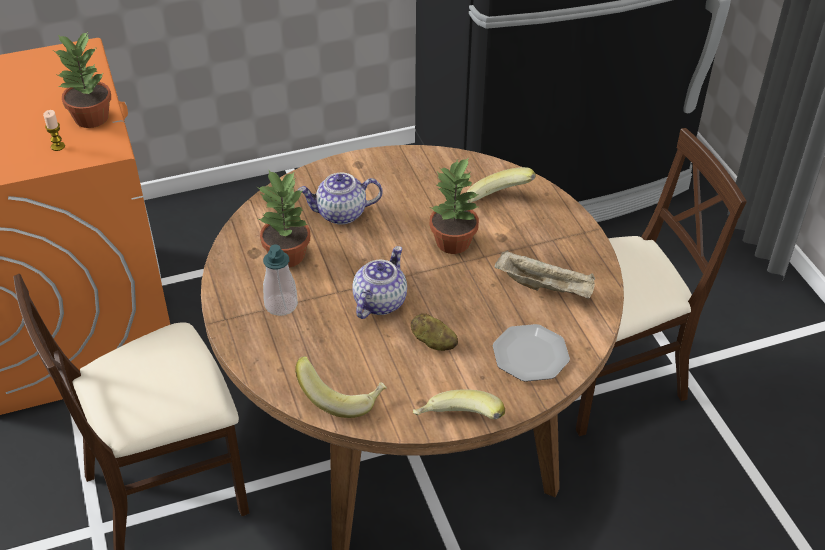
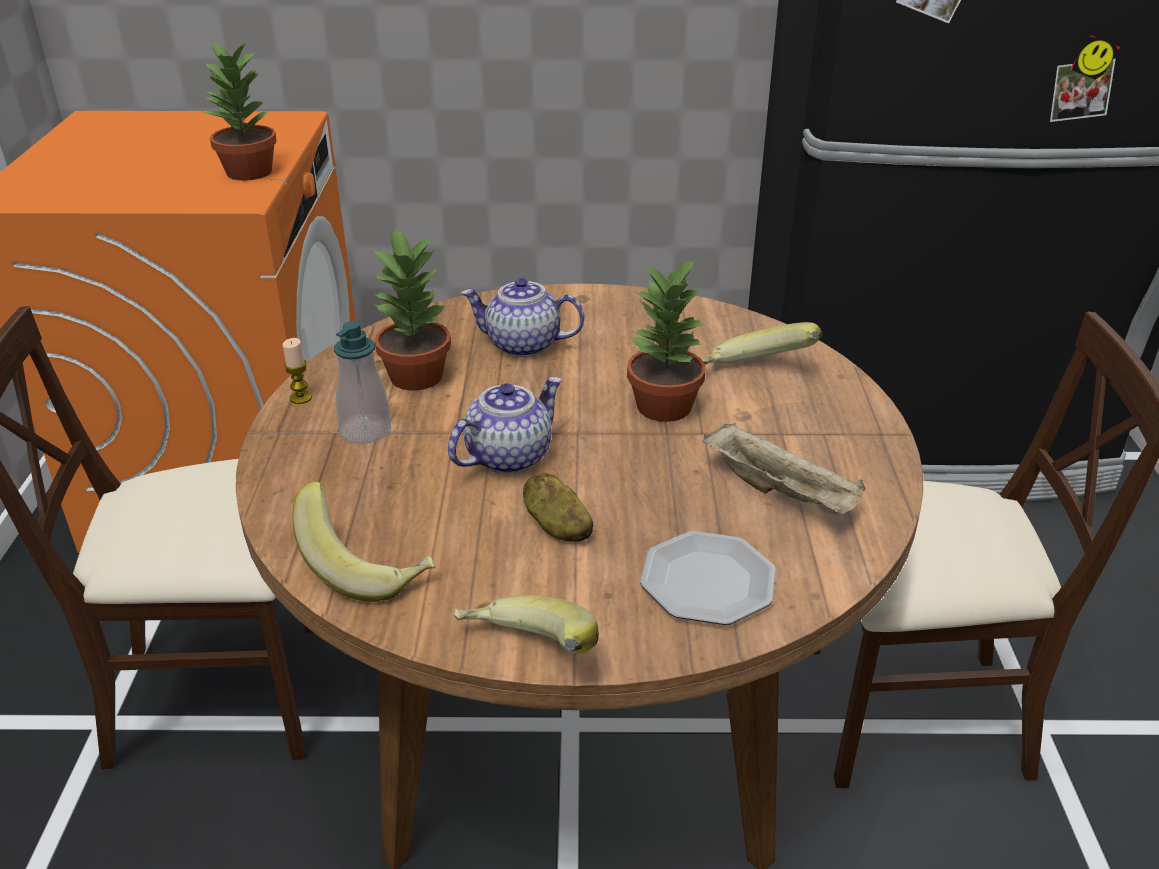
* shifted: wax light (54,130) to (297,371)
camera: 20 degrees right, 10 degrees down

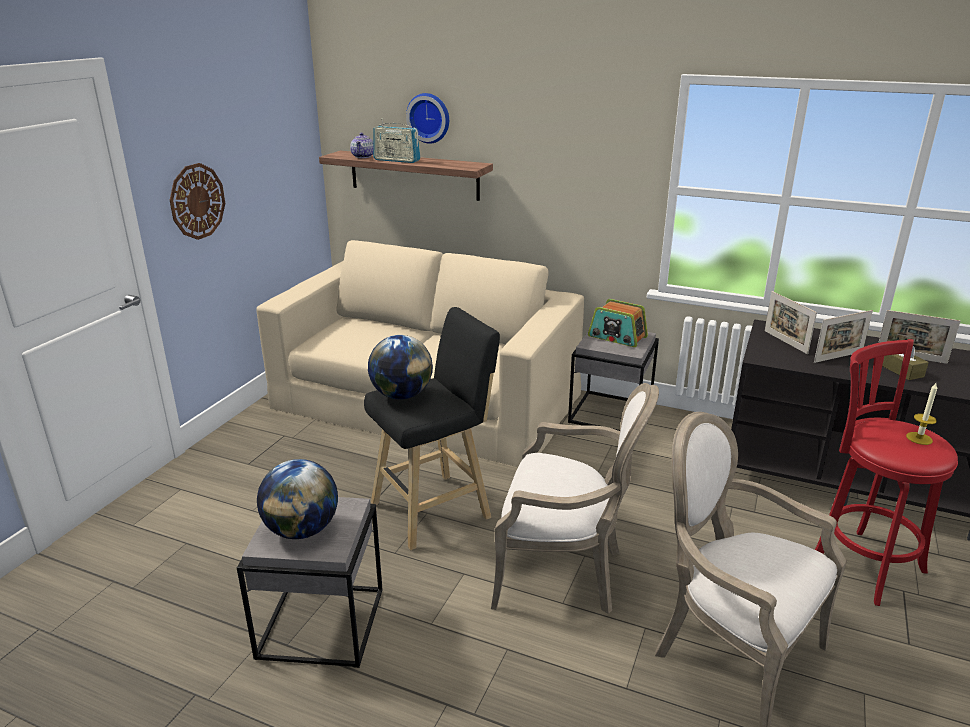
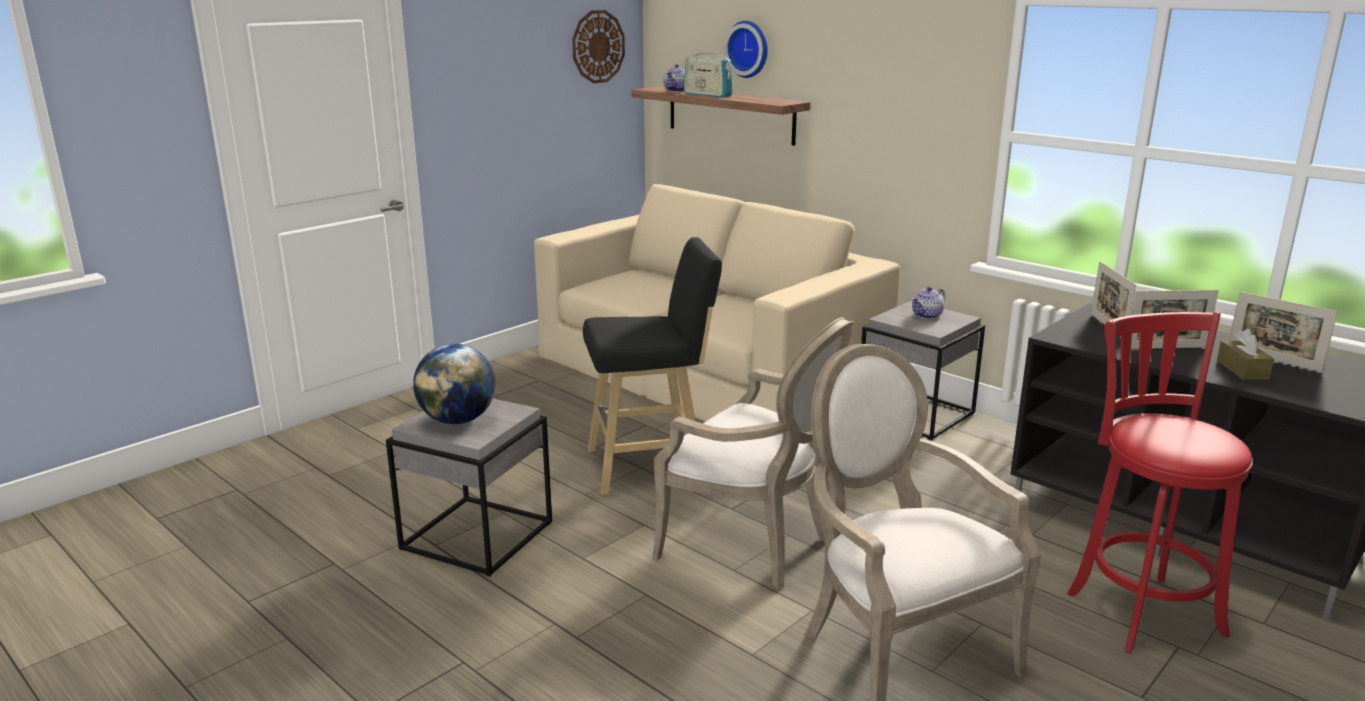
* gone: globe (400,367)
* gone: wax light (921,414)
* shifted: clock on the wall (197,201) to (598,46)
* swapped: radio receiver (618,323) to tea pot (928,302)
camera: 20 degrees right, 5 degrees down

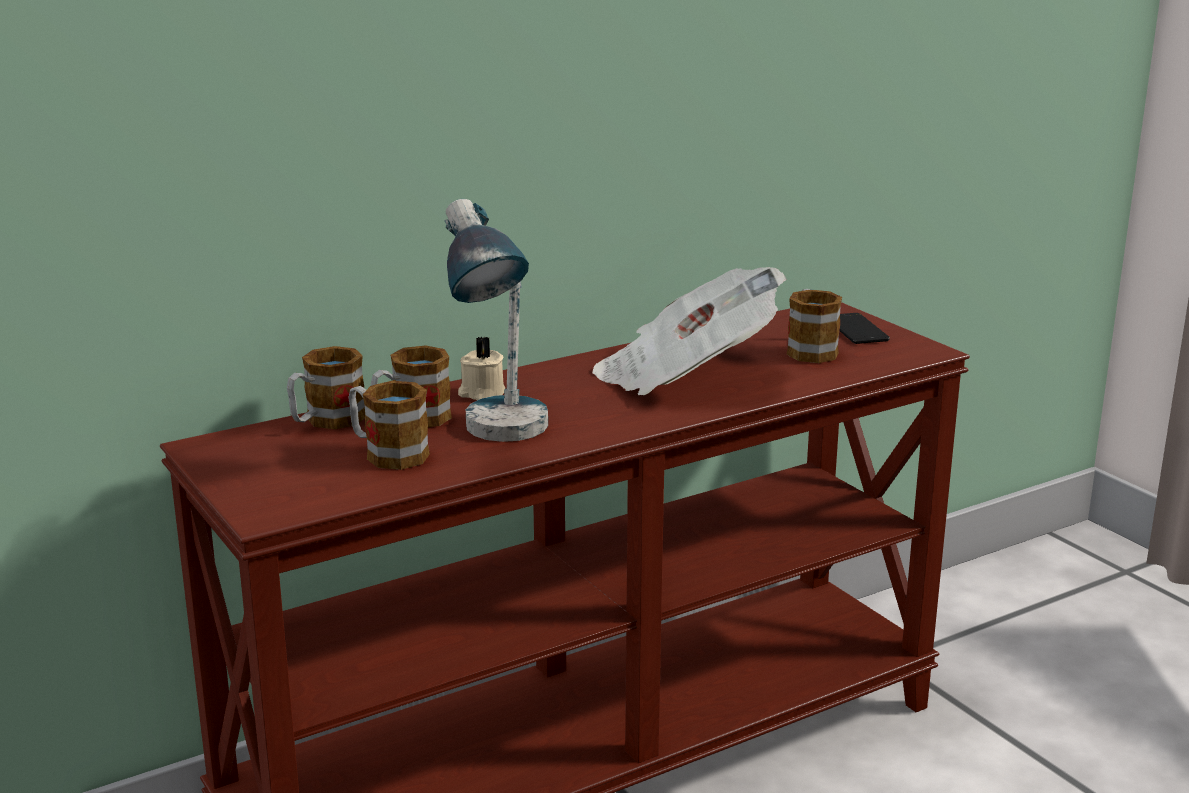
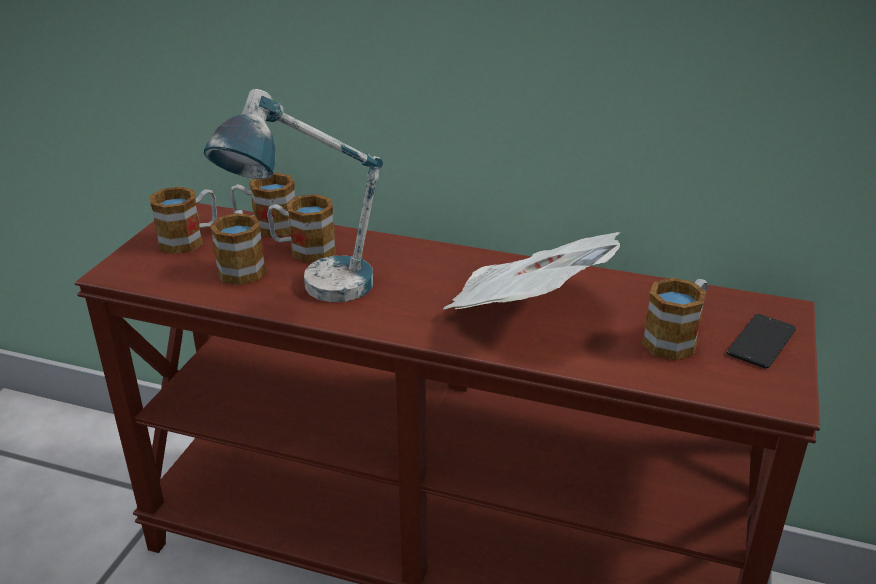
* gone: wax light (beige-coloured) (481,368)
* new: tea mug (183,220)
camera: 50 degrees right, 10 degrees up

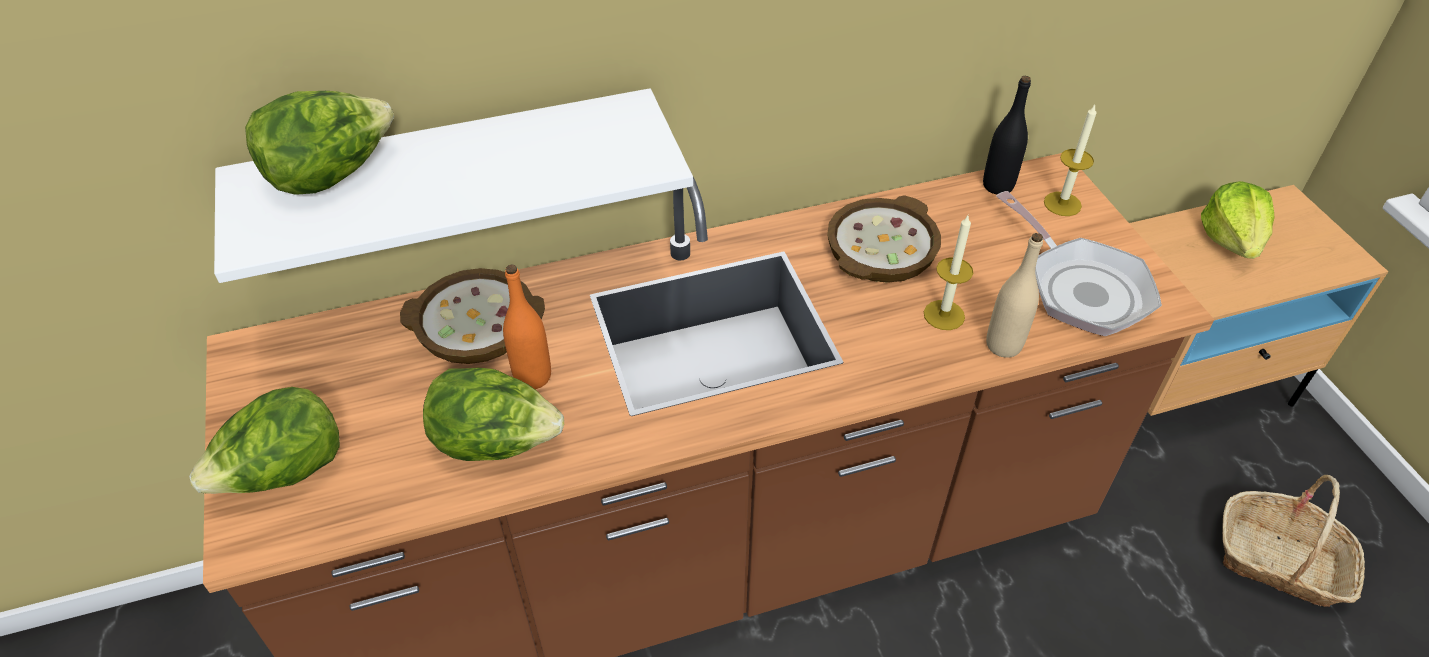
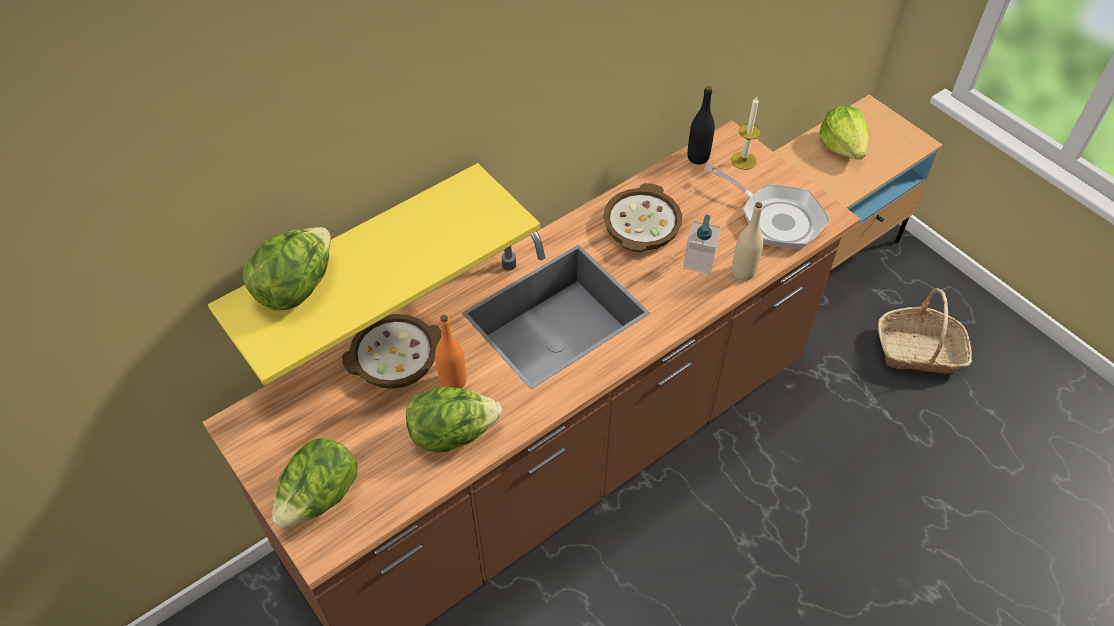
* swapped: wax light (948,272) to soap bottle (702,244)
* repainted: bracket shelf (white) (453,185) to bracket shelf (yellow) (374,274)
camera: 20 degrees left, 5 degrees up

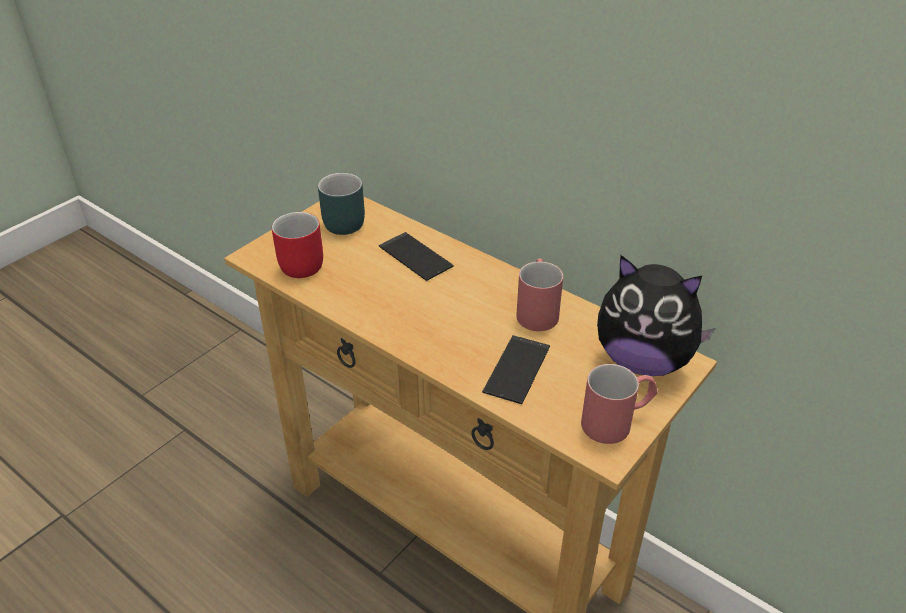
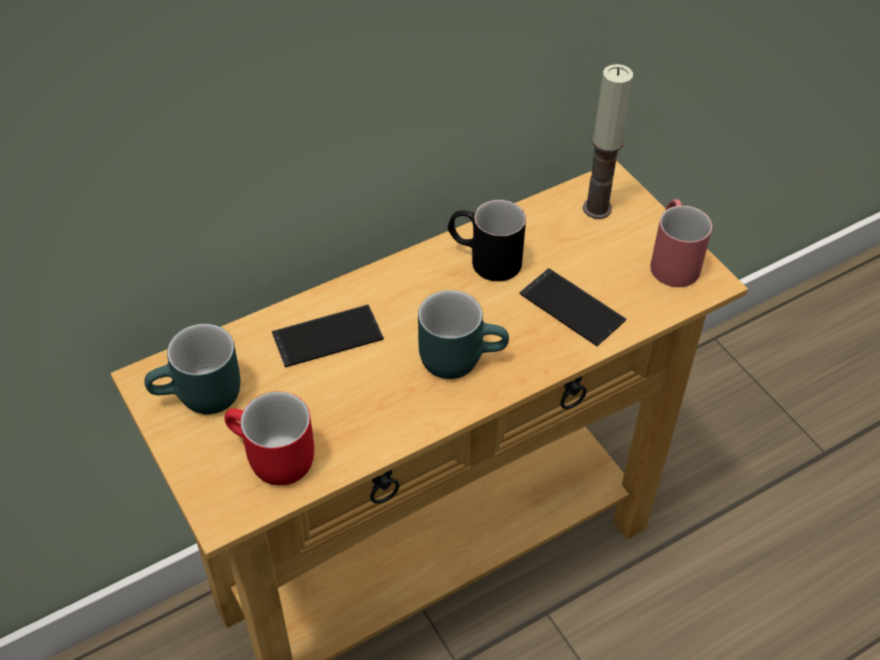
* new: tea mug (blue-green) (463,334)
* swapped: cuddly toy (656,315) to wax light (608,141)
* repainted: tea mug (red) (539,295) to tea mug (black-coloured) (487,240)
camera: 70 degrees left, 10 degrees up

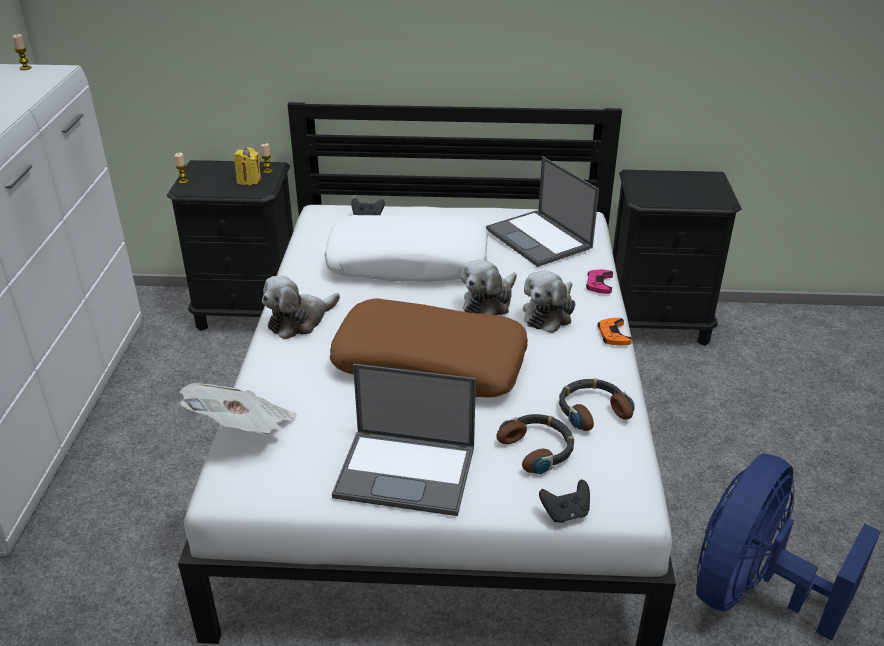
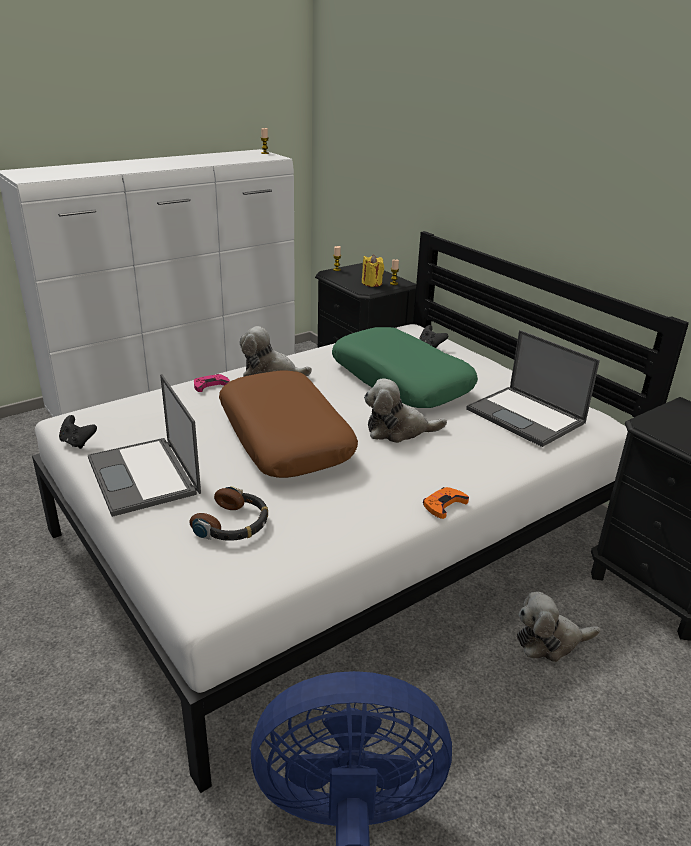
* gone: daily paper (238,408)
* gone: pair of headphones (597,404)
* shifted: cuddly toy (549,302) to (558,627)
* shifted: joypad (black-coloured) (564,501) to (78,432)
* shifted: joypad (pink-coloured) (599,282) to (212,383)
* repainted: pillow (white) (406,248) to pillow (green-coloured) (405,367)
* rotated: notebook computer (542,211) = (533,388) 60 degrees counterclockwise
camera: 50 degrees right, 5 degrees down

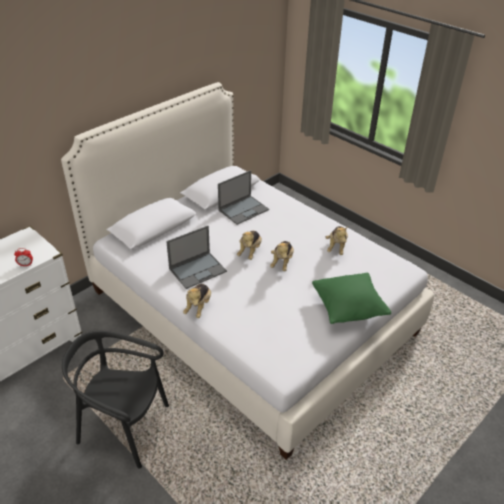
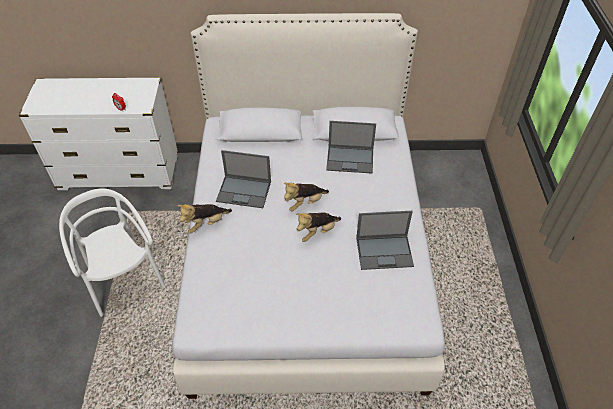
* gone: pillow (green-coloured) (351,298)
* swapped: cuddly toy (337,240) to notebook computer (385,240)
* repainted: plain chair (black-coloured) (115,400) to plain chair (white) (112,252)
camera: 45 degrees right, 10 degrees up

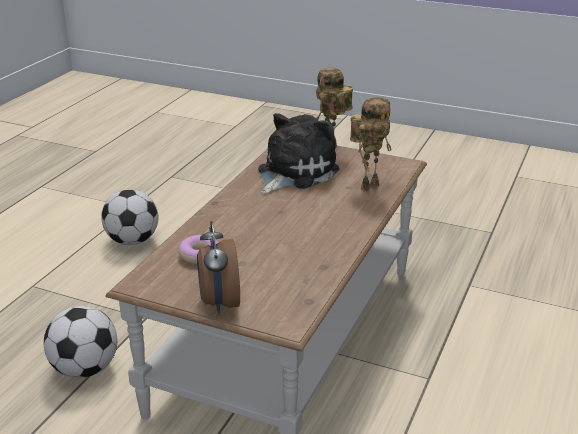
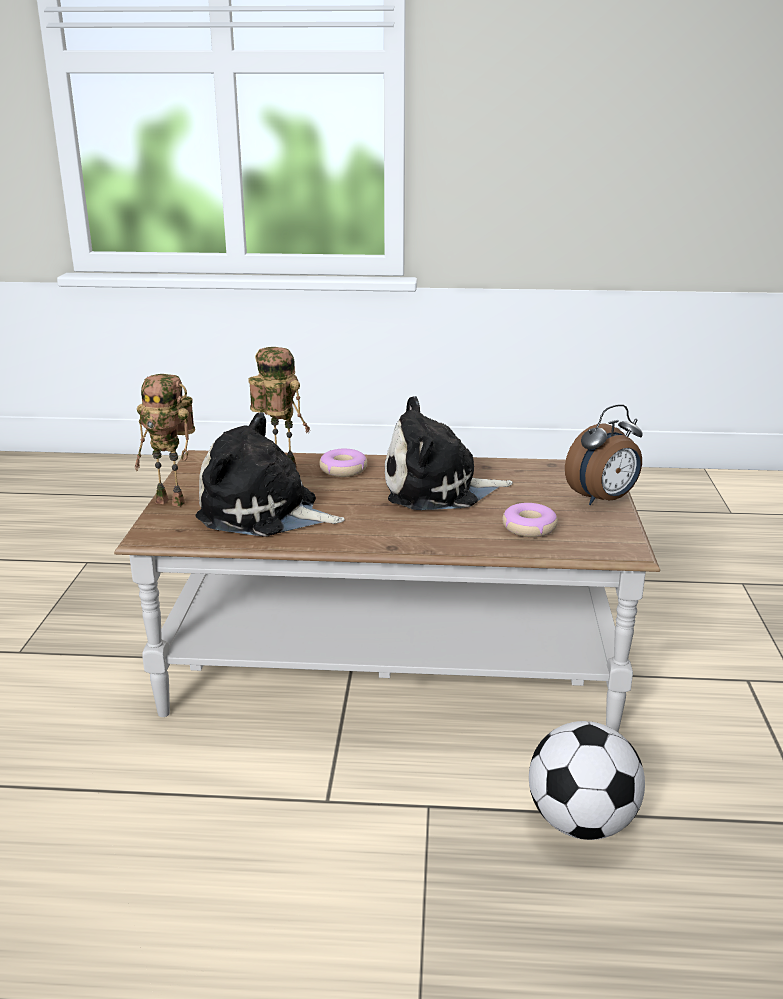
* gone: ball for football (130,217)
* new: donut (343,463)
* new: cuddly toy (449,453)
camera: 110 degrees left, 5 degrees down

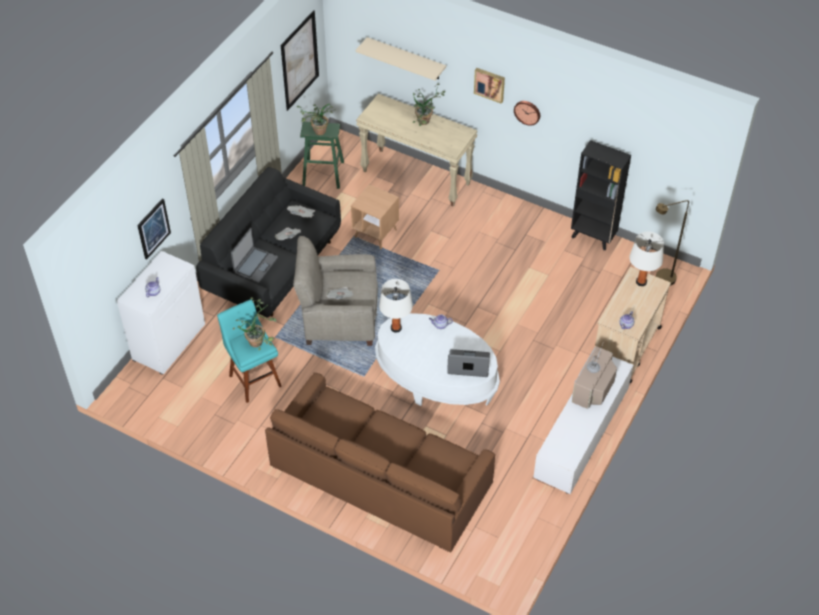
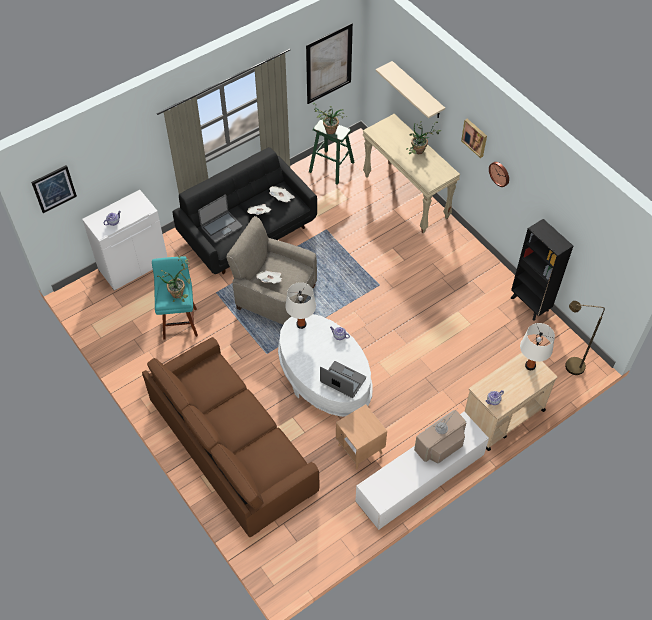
* shifted: wall picture (154,229) to (54,189)
* shifted: end table (brownish) (375,216) to (361,436)
camera: 25 degrees right, 5 degrees up

